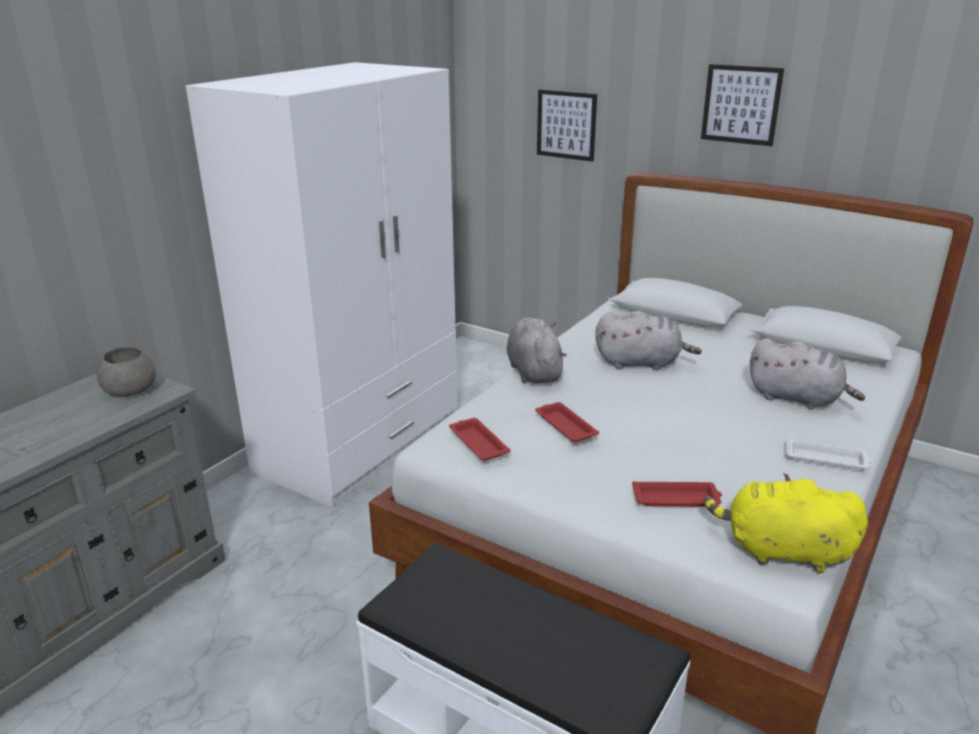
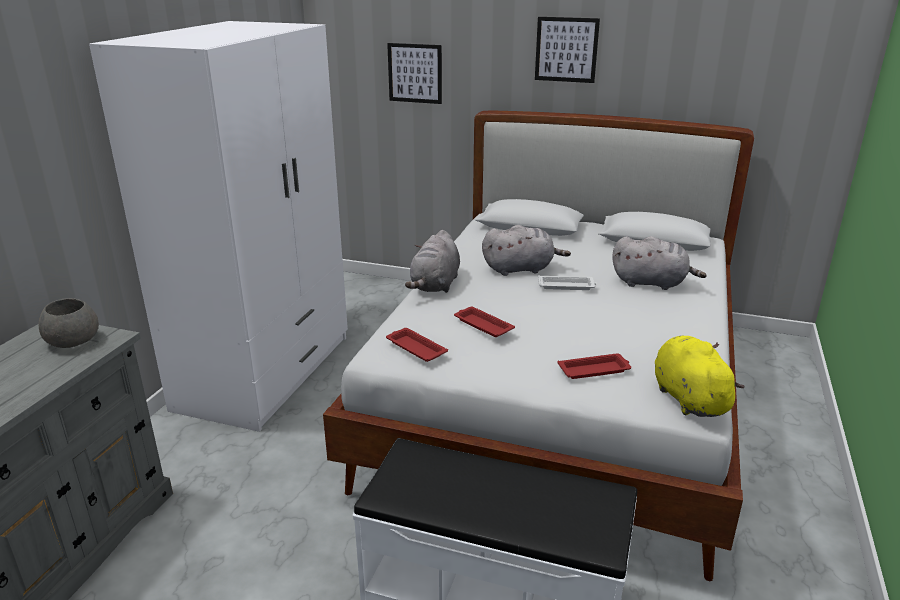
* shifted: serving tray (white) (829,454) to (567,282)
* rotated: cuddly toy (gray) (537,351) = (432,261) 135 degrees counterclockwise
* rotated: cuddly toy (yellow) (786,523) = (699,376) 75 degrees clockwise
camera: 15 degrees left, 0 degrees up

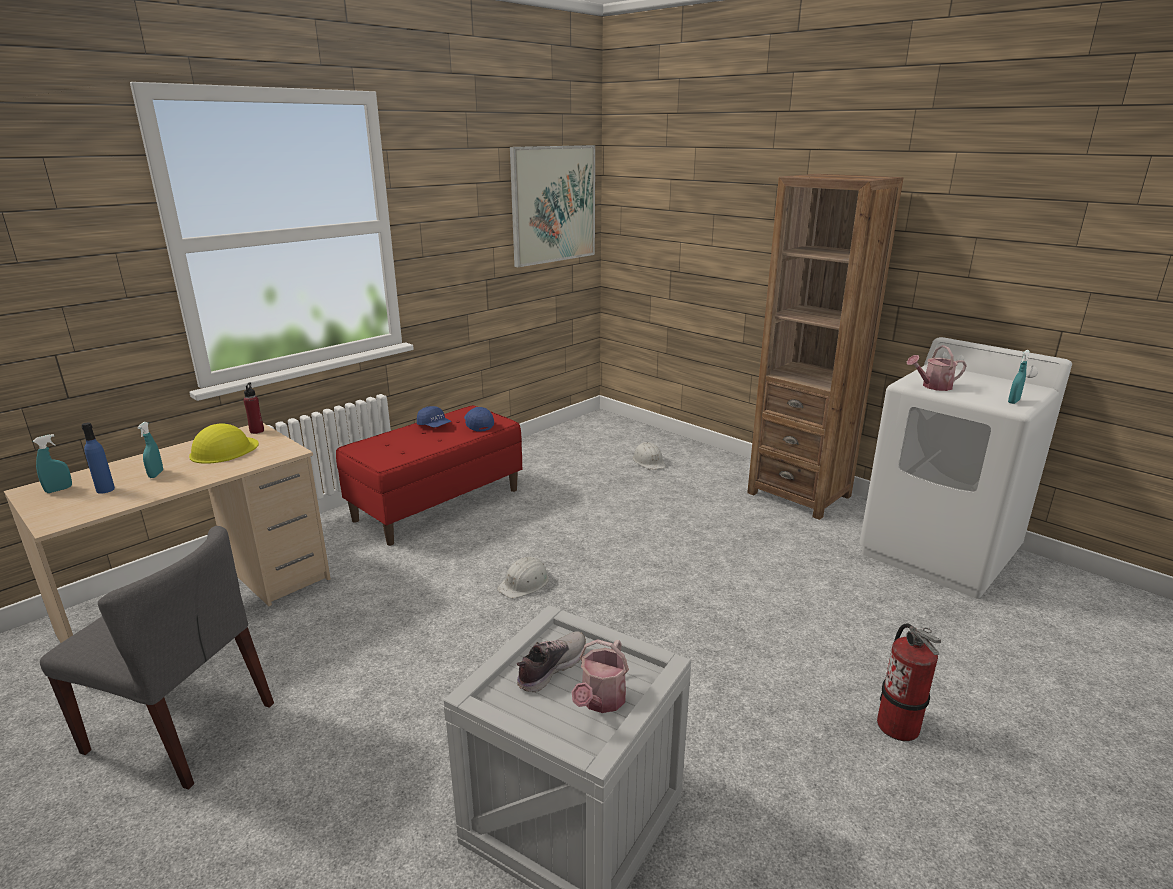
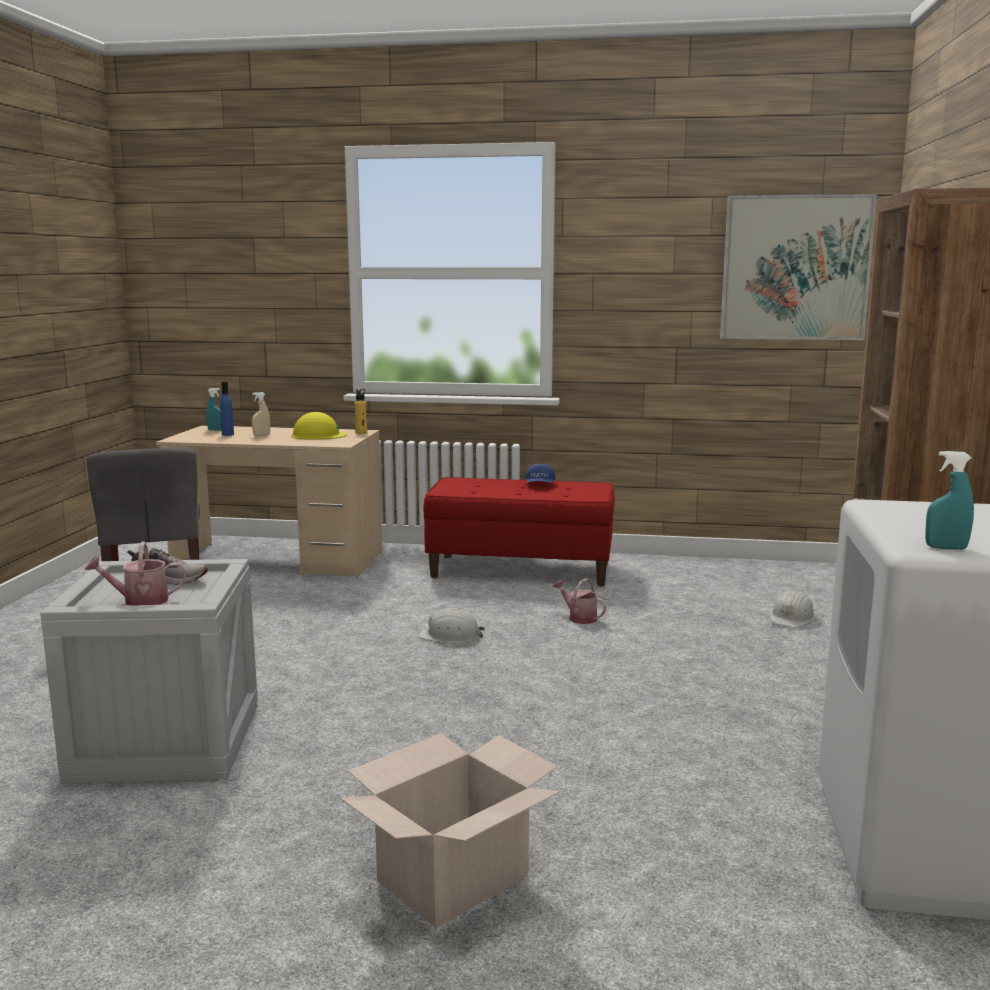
* gone: cap (bluish) (479,419)
* shifted: sprinkling can (936,368) to (579,601)
* swapped: extinguisher (909,682) to cardboard box (450,830)
* repainted: hand sprayer (blue-green) (150,450) to hand sprayer (beige-coloured) (261,414)
* repainted: beverage bottle (red) (253,408) to beverage bottle (yellow) (360,411)
camera: 55 degrees right, 10 degrees down

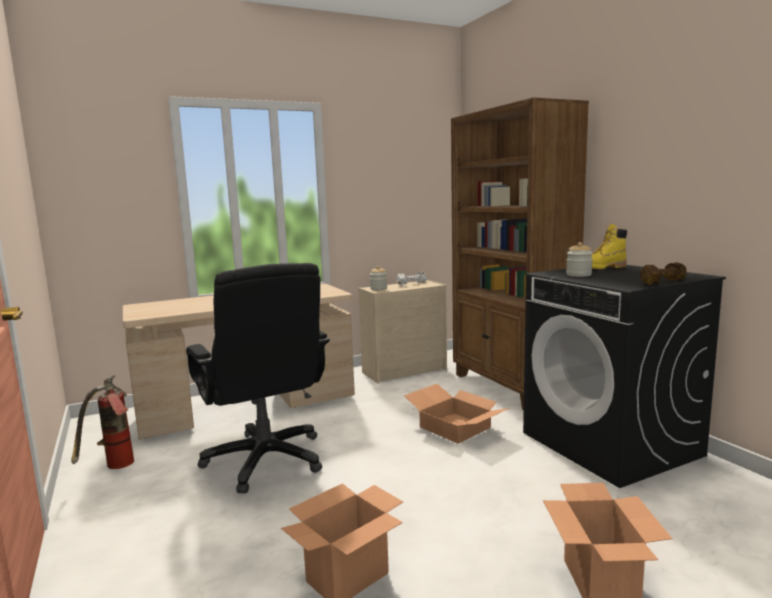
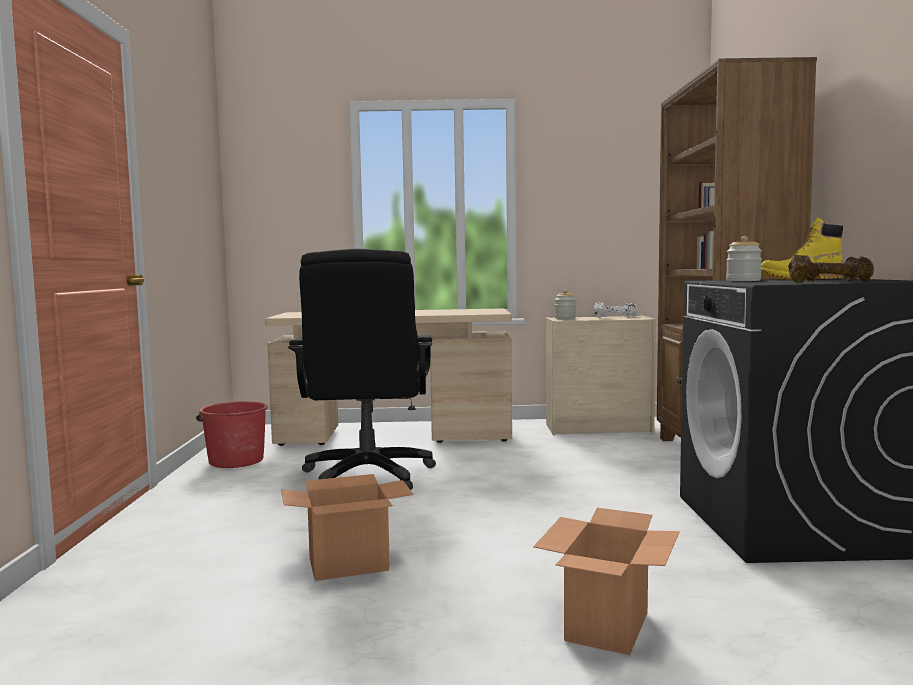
* gone: cardboard box (457,414)
* swapped: extinguisher (102,422) to pail (red) (232,434)
camera: 25 degrees right, 5 degrees down

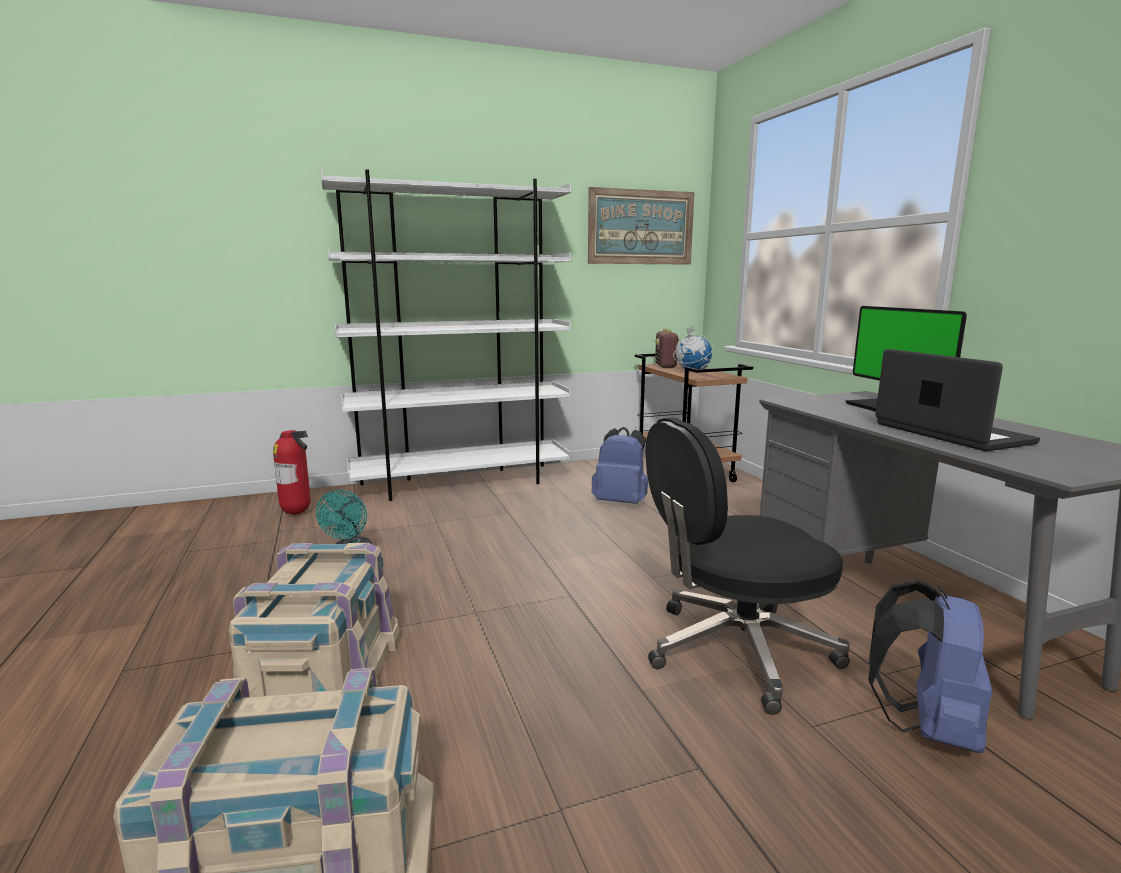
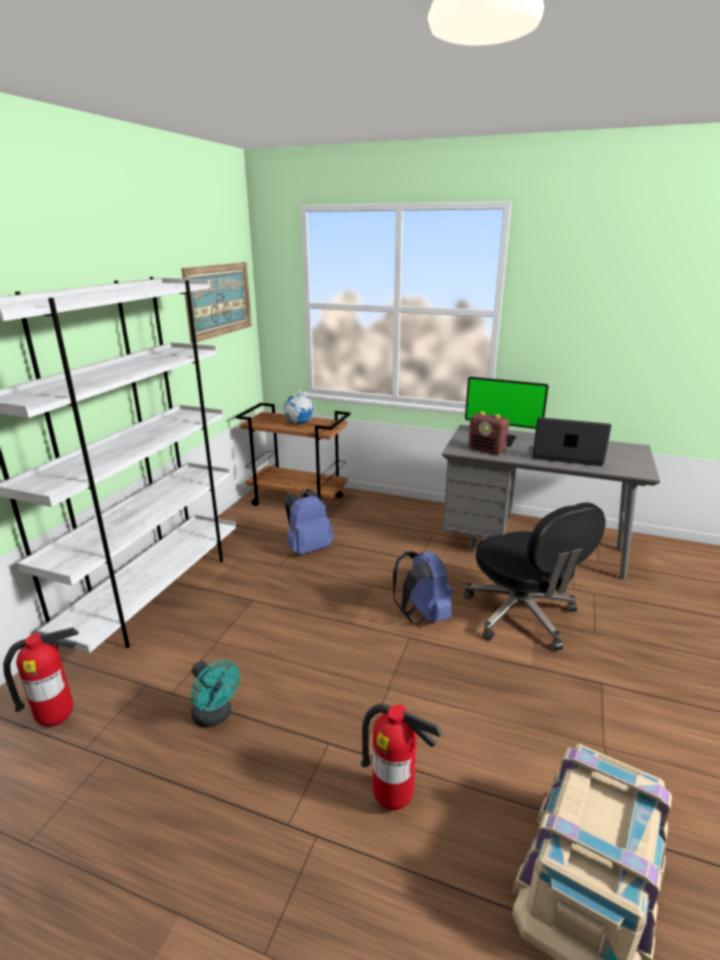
* shifted: radio receiver (668,348) to (488,433)
* shifted: knapsack (bluish) (930,666) to (422,588)
* swapped: storage container (beige-coloured) (314,620) to extinguisher (402,757)
* rotated: computer chair (black-coloured) (748,566) = (535,576) 45 degrees counterclockwise
camera: 50 degrees left, 10 degrees up

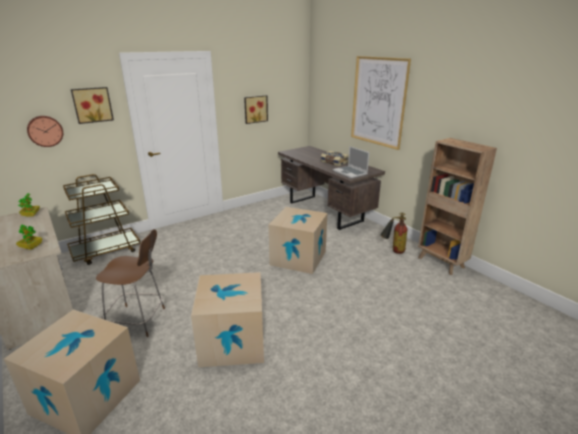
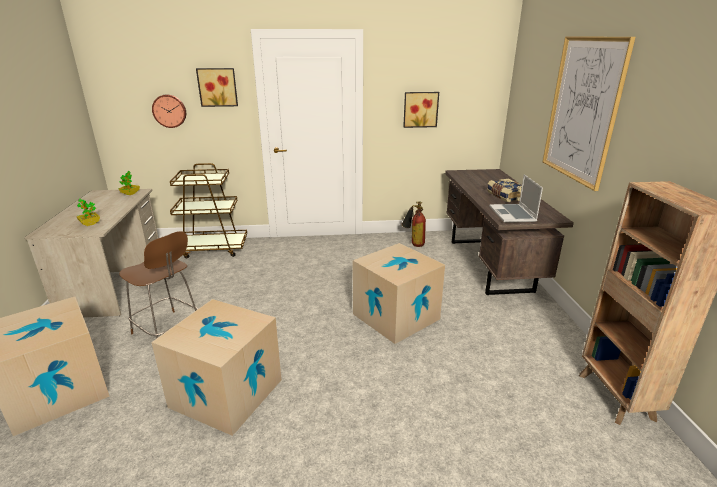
* shifted: extinguisher (393,233) to (413,224)
camera: 30 degrees right, 0 degrees up

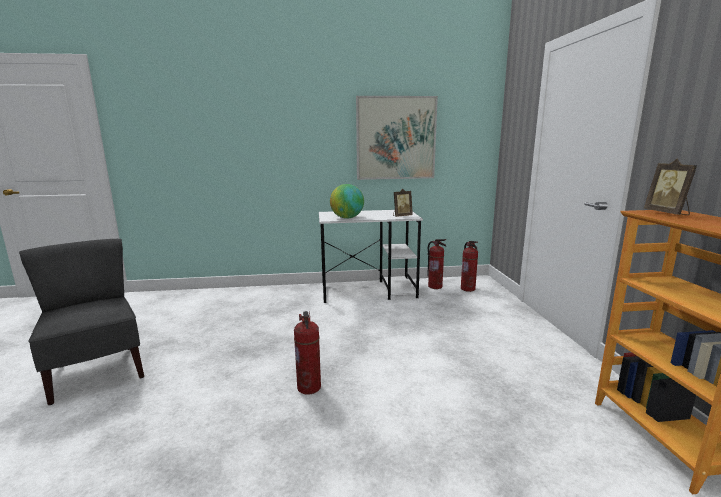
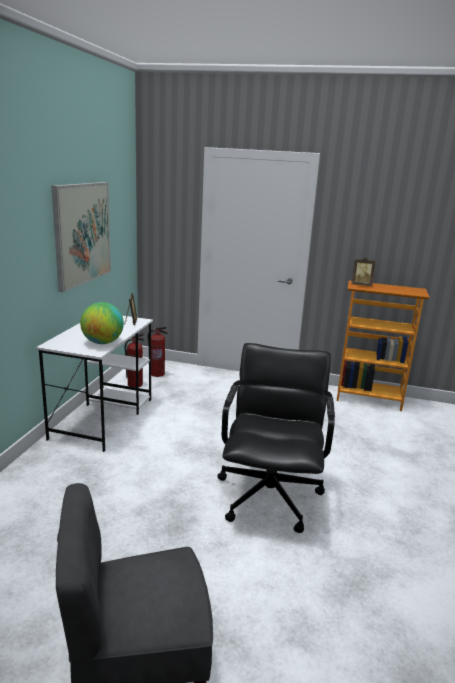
* swapped: extinguisher (307,353) to computer chair (black-coloured) (276,438)
camera: 70 degrees left, 5 degrees up

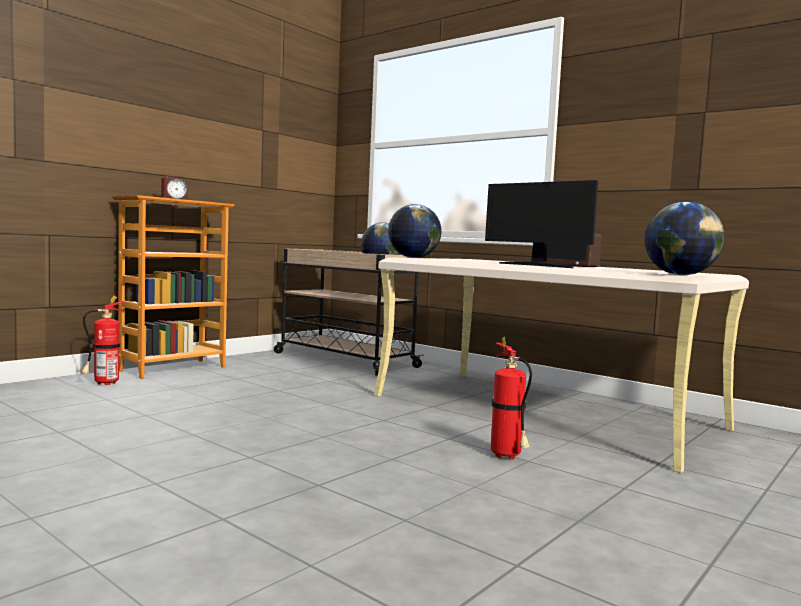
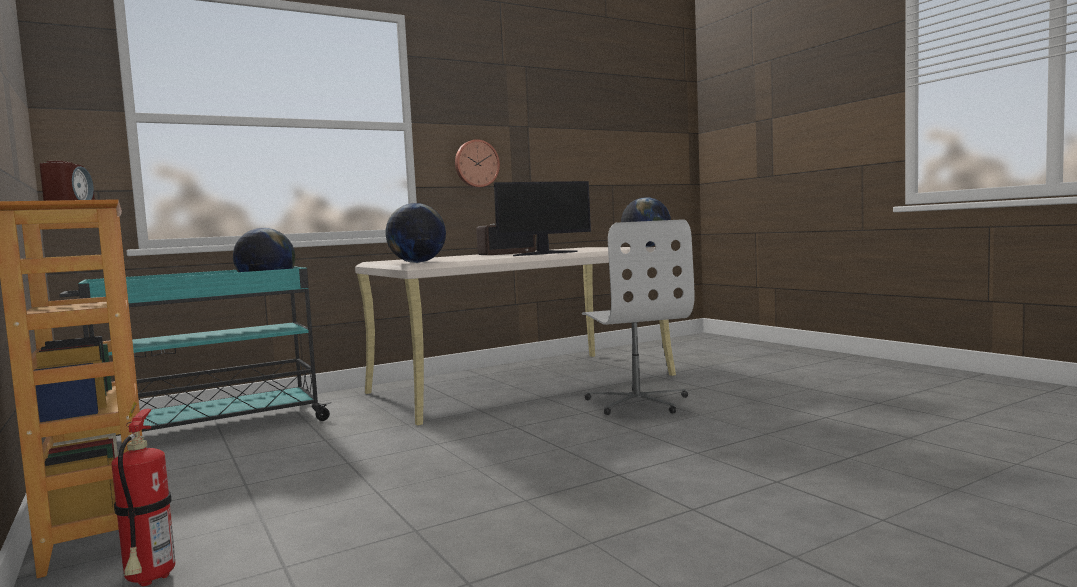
* new: clock on the wall (477,163)
* swapped: extinguisher (511,398) to computer chair (white) (638,317)
* repainted: wheeled cart (beige-coloured) (349,312) to wheeled cart (blue-green) (195,351)
camera: 70 degrees left, 0 degrees up

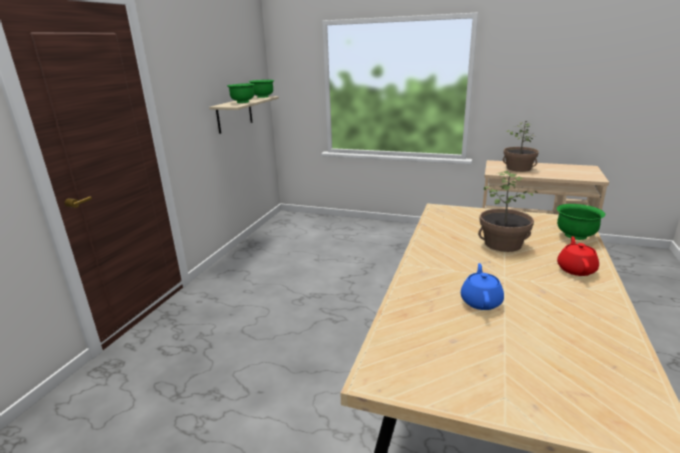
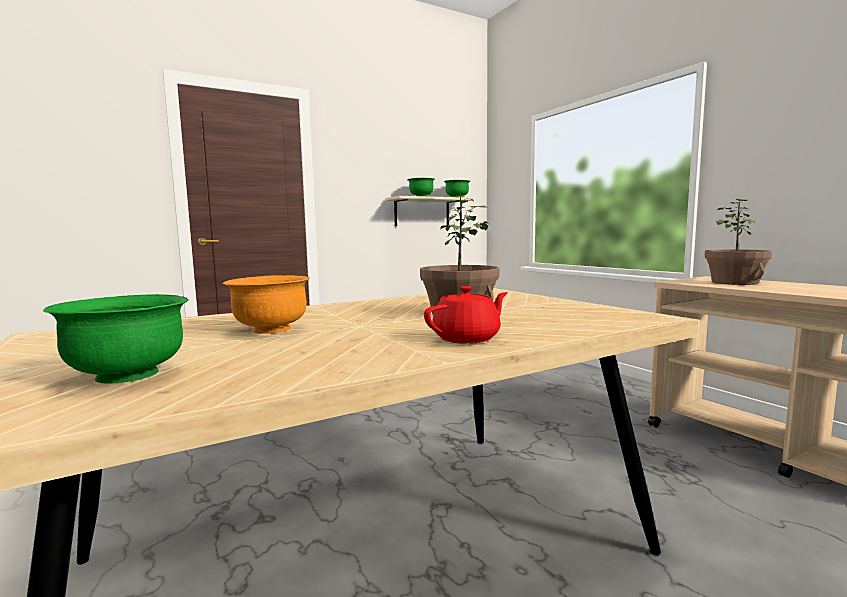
* shifted: bowl (green-coloured) (581,222) to (116,338)
* swapped: tea pot (bluish) (482,286) to bowl (orangey) (266,304)
camera: 40 degrees right, 15 degrees down

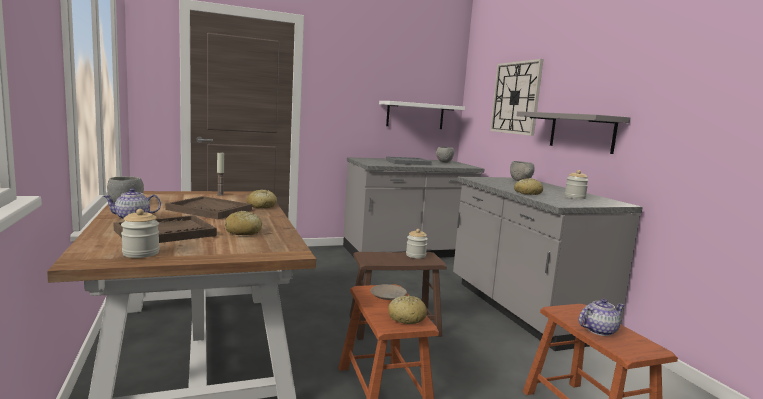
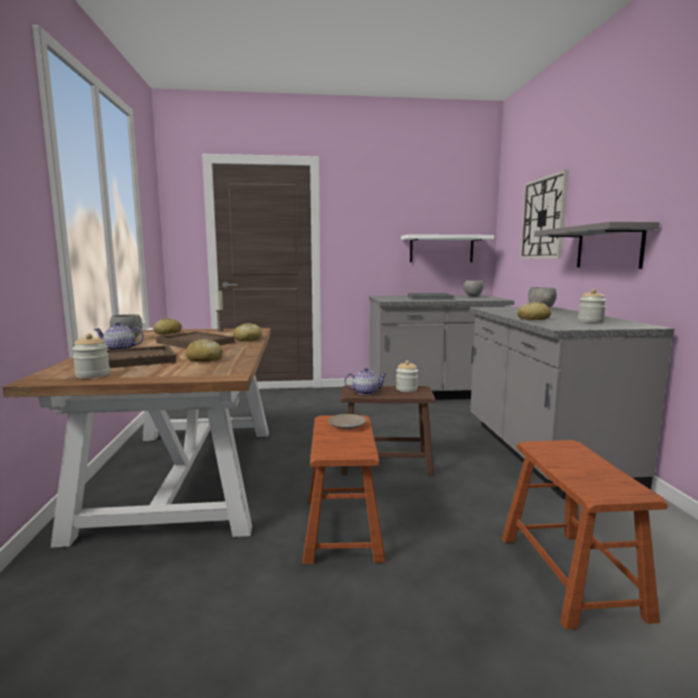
* shifted: bread (407,310) to (167,326)
* shifted: tea pot (601,317) to (366,381)
camera: 15 degrees right, 0 degrees up

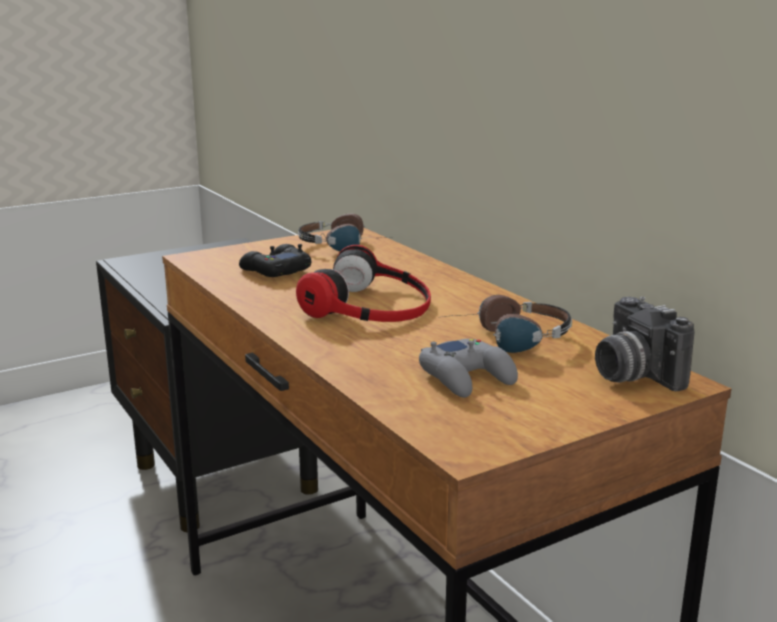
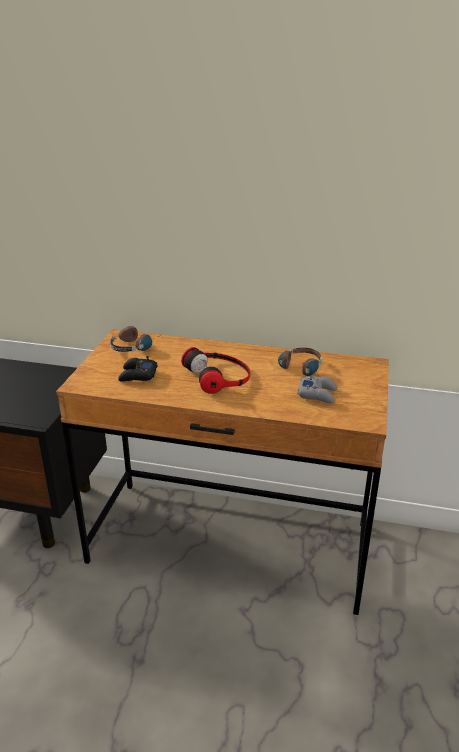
* gone: photo camera (644,344)
camera: 45 degrees left, 10 degrees up

